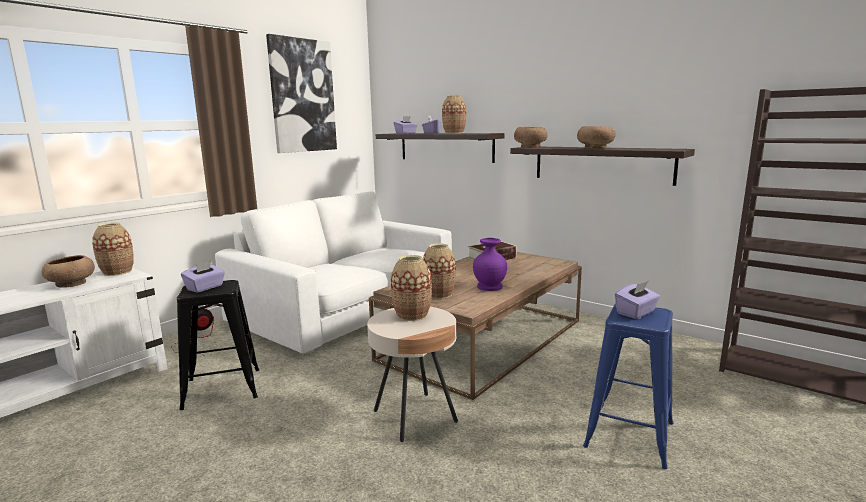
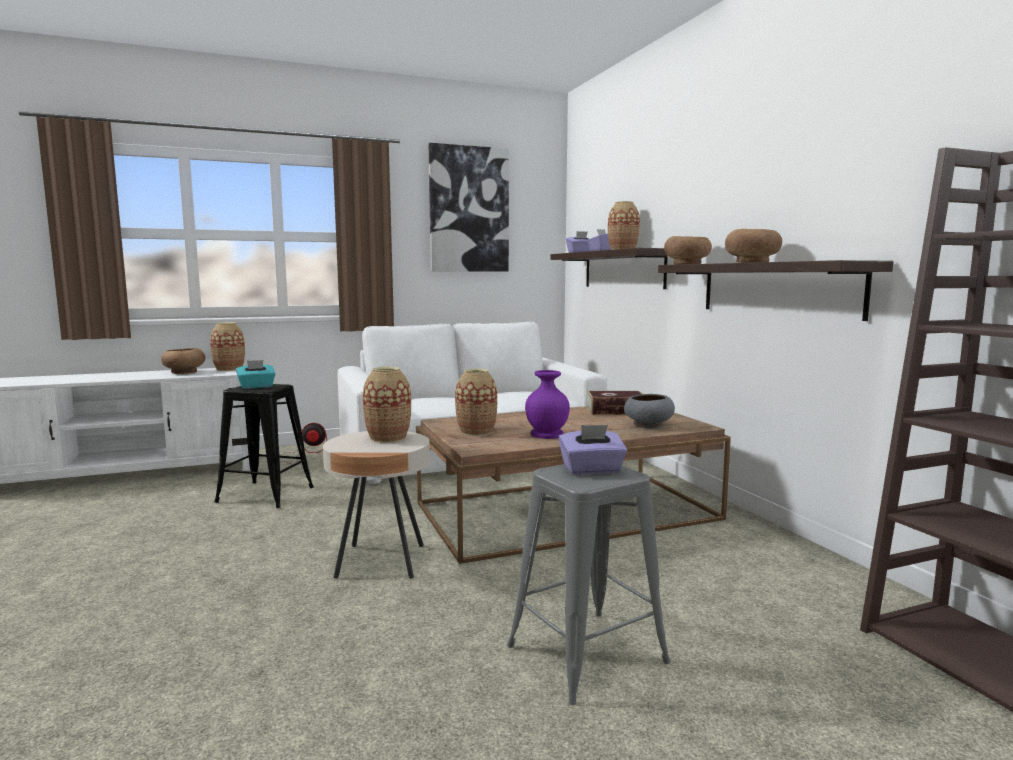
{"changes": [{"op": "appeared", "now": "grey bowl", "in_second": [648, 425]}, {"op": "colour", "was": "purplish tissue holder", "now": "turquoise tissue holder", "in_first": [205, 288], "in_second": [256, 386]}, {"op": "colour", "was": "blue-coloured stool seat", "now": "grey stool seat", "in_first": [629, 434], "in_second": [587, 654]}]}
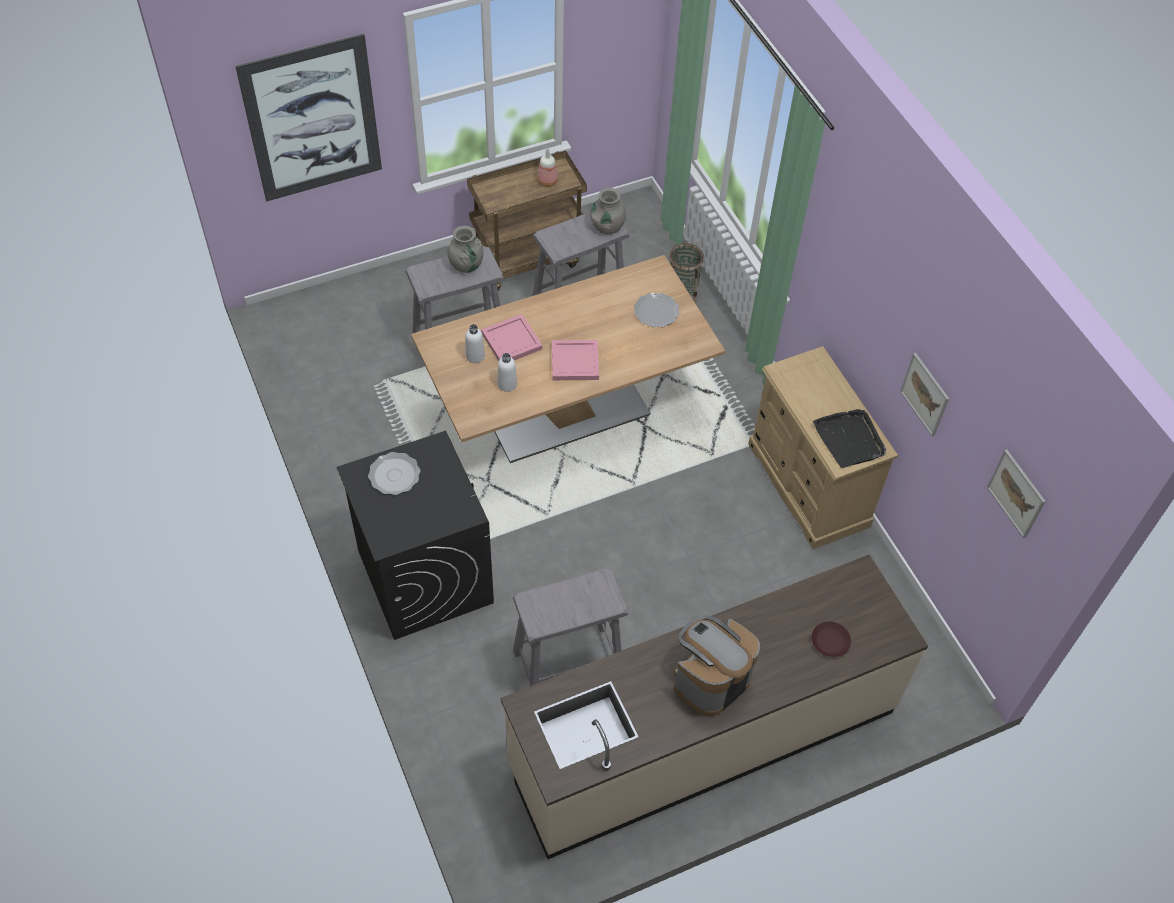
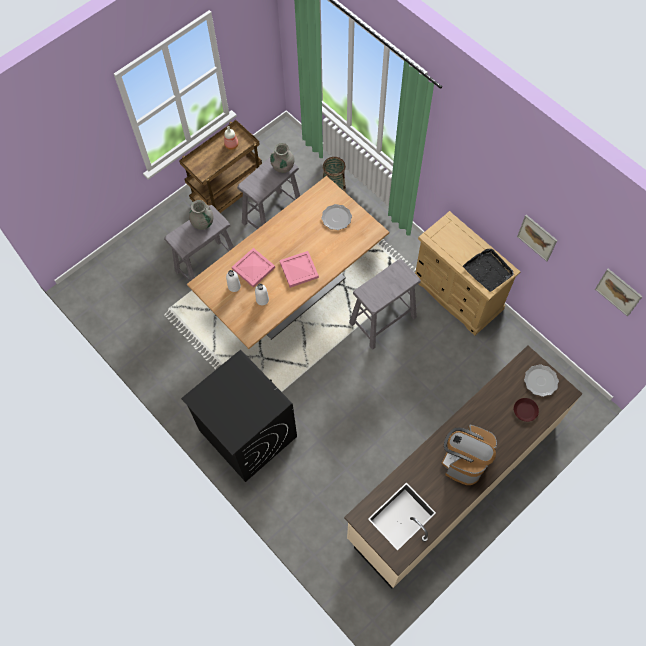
{"changes": [{"op": "missing", "was": "wall art", "in_first": [312, 120]}, {"op": "relocated", "was": "flat dish", "in_first": [394, 475], "in_second": [540, 381]}, {"op": "relocated", "was": "grey stool seat", "in_first": [567, 663], "in_second": [382, 320]}]}
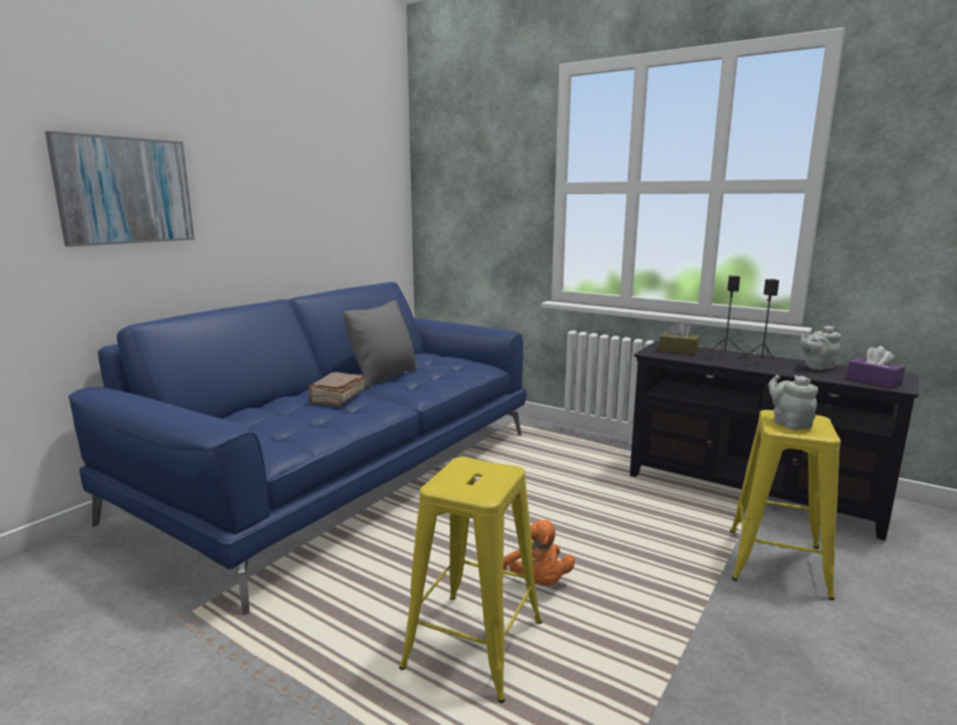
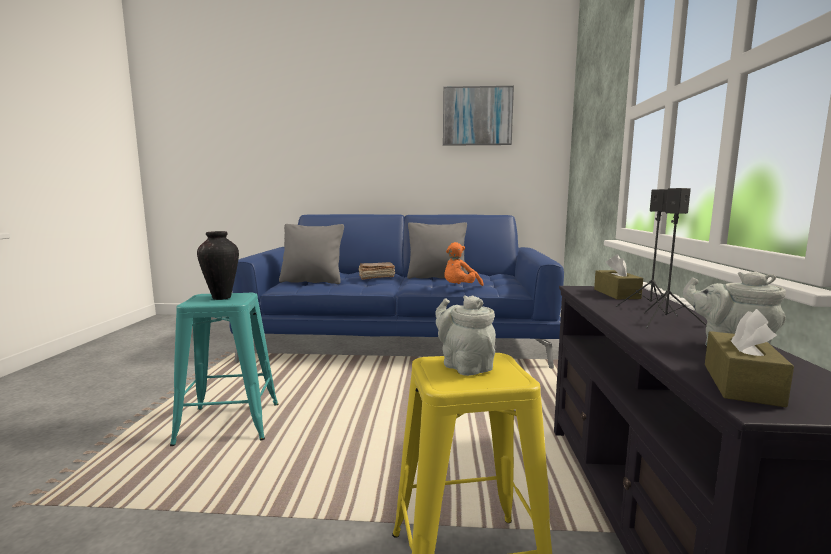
{"changes": [{"op": "appeared", "now": "flower vase", "in_second": [221, 298]}, {"op": "appeared", "now": "grey pillow", "in_second": [312, 281]}, {"op": "relocated", "was": "wall art", "in_first": [125, 191], "in_second": [477, 116]}, {"op": "relocated", "was": "orange plush toy", "in_first": [537, 583], "in_second": [459, 288]}, {"op": "colour", "was": "yellow-coloured stool seat", "now": "turquoise stool seat", "in_first": [474, 644], "in_second": [229, 423]}, {"op": "colour", "was": "purplish tissue holder", "now": "brownish tissue holder", "in_first": [873, 381], "in_second": [741, 384]}, {"op": "spun", "was": "grey tea pot", "in_first": [789, 423], "in_second": [464, 365], "clockwise": -75}]}
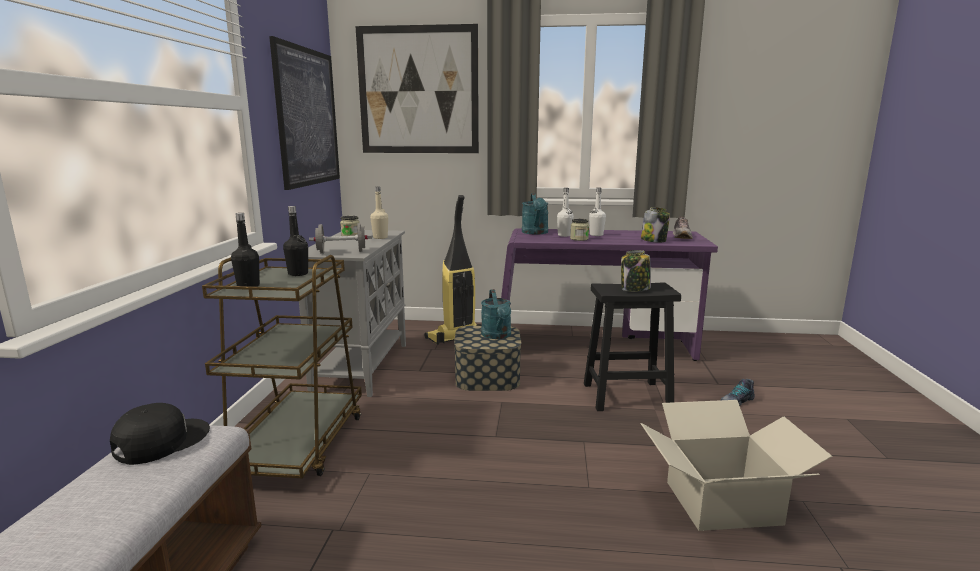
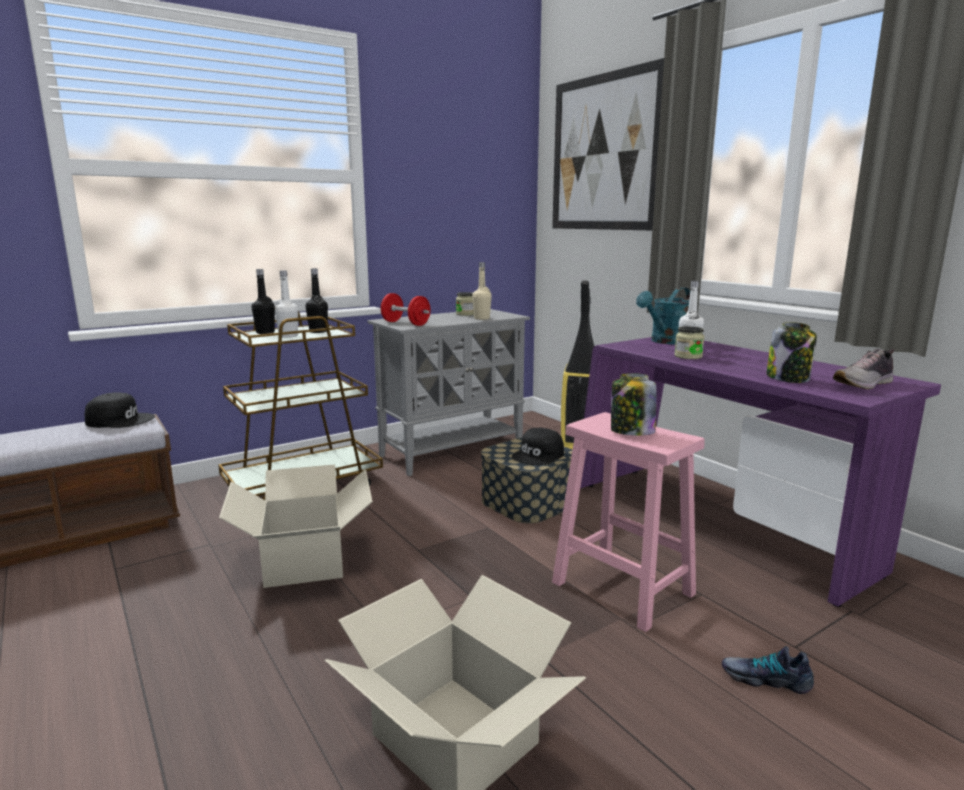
{"changes": [{"op": "missing", "was": "wall art", "in_first": [307, 117]}, {"op": "appeared", "now": "cardboard box", "in_second": [305, 560]}, {"op": "relocated", "was": "whitish beverage bottle", "in_first": [596, 235], "in_second": [288, 336]}, {"op": "exchanged", "was": "turquoise sprinkling can", "now": "black-coloured cap", "in_first": [497, 336], "in_second": [539, 455]}, {"op": "colour", "was": "grey hand weight", "now": "red hand weight", "in_first": [341, 252], "in_second": [406, 323]}, {"op": "colour", "was": "black-coloured stool seat", "now": "pink-coloured stool seat", "in_first": [625, 396], "in_second": [620, 588]}]}
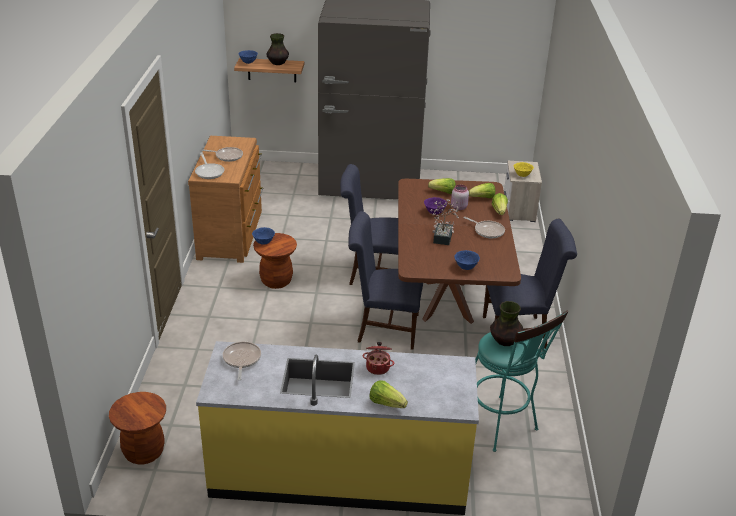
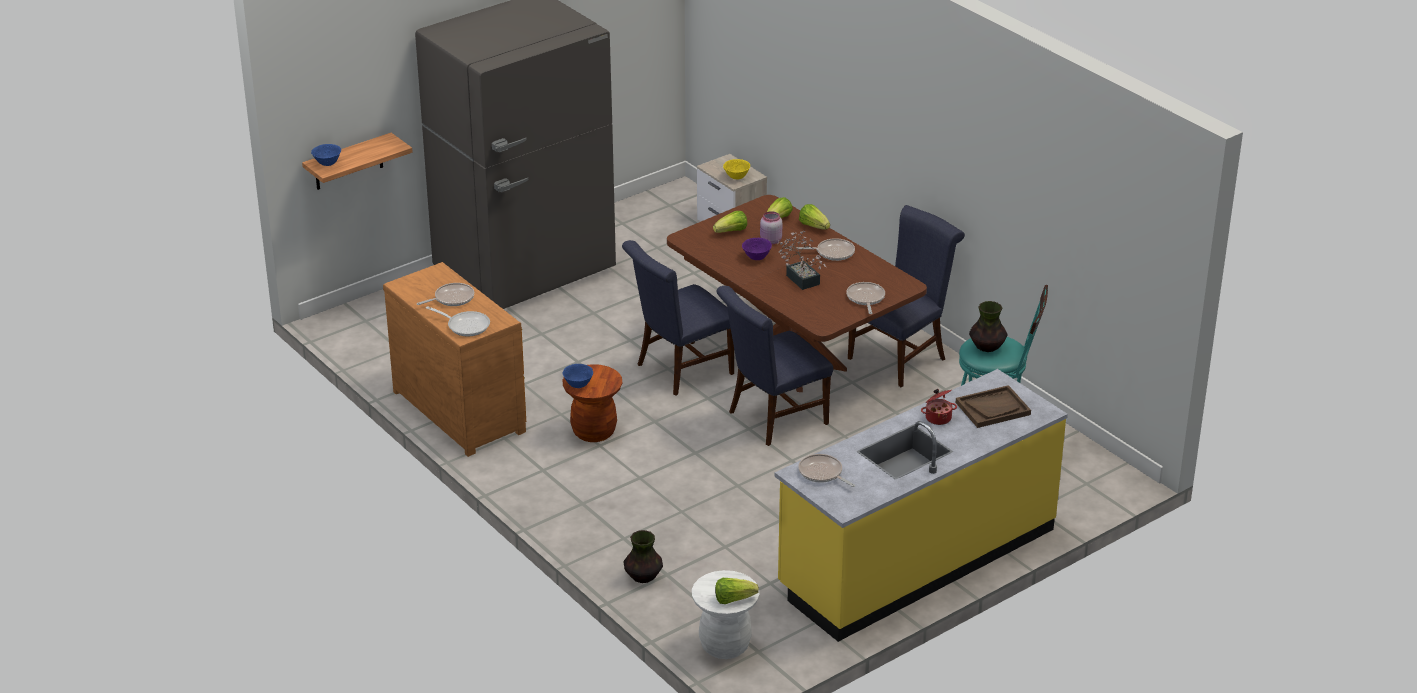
{"changes": [{"op": "appeared", "now": "brownish serving tray", "in_second": [993, 408]}, {"op": "relocated", "was": "flower vase", "in_first": [277, 63], "in_second": [643, 577]}, {"op": "relocated", "was": "lettuce", "in_first": [386, 403], "in_second": [733, 599]}, {"op": "exchanged", "was": "blue-coloured bowl", "now": "frying pan", "in_first": [465, 267], "in_second": [865, 298]}, {"op": "colour", "was": "brownish stool seat", "now": "whitish stool seat", "in_first": [144, 452], "in_second": [725, 645]}]}
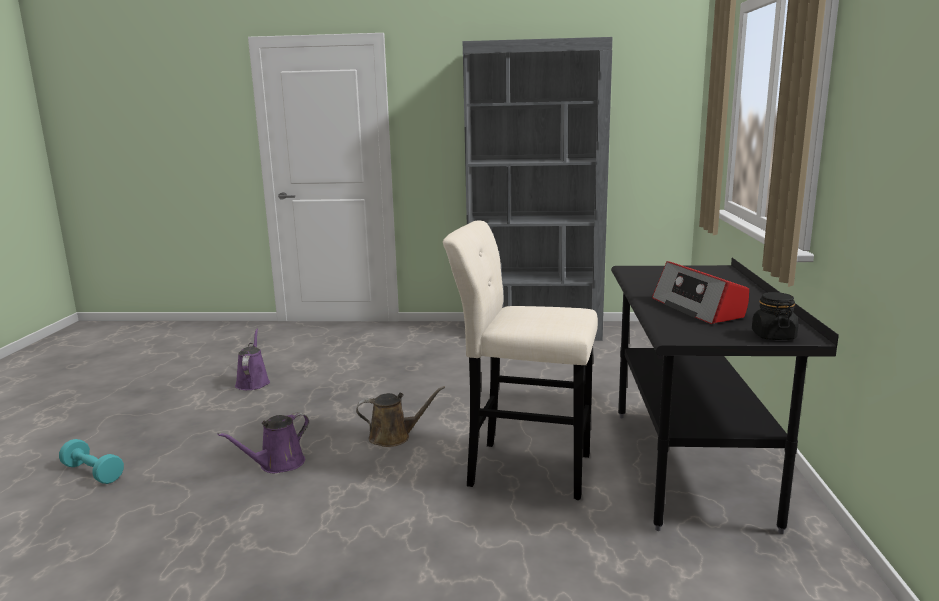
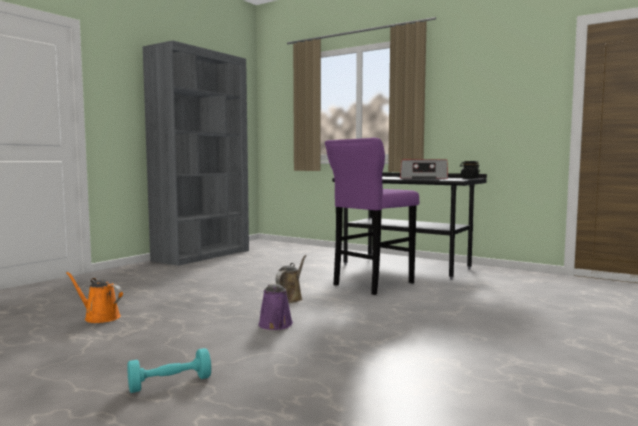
{"changes": [{"op": "colour", "was": "purplish sprinkling can", "now": "orange sprinkling can", "in_first": [253, 382], "in_second": [99, 317]}, {"op": "colour", "was": "sand-coloured stool seat", "now": "purplish stool seat", "in_first": [522, 469], "in_second": [371, 285]}]}
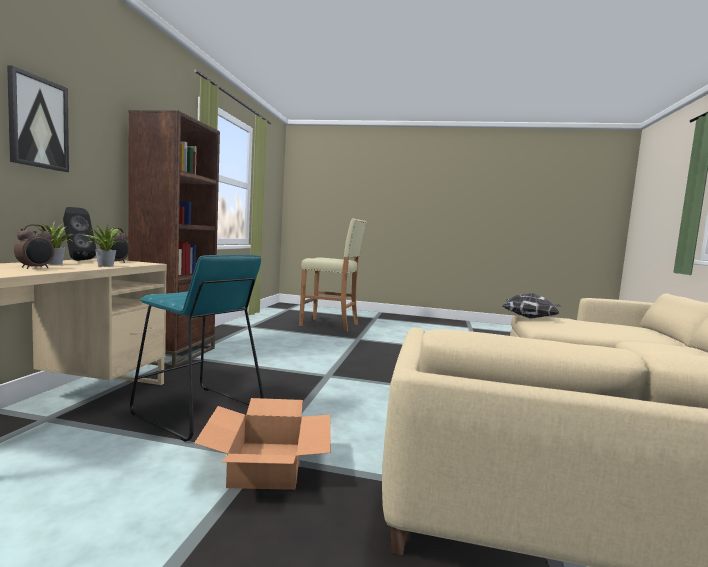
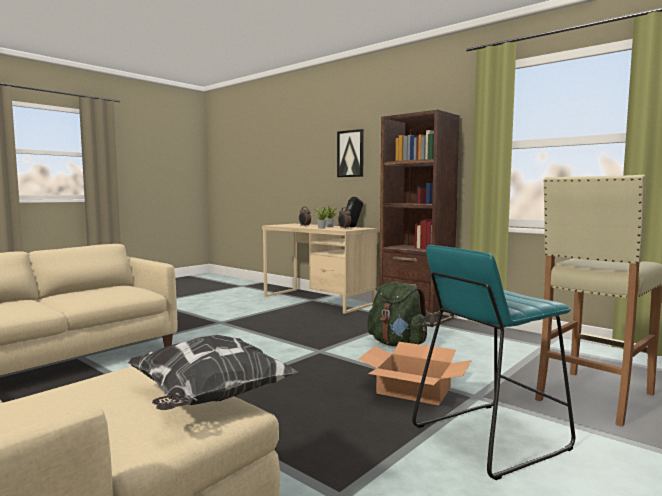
{"changes": [{"op": "appeared", "now": "green-coloured backpack", "in_second": [397, 344]}, {"op": "relocated", "was": "turquoise stool seat", "in_first": [197, 411], "in_second": [489, 437]}, {"op": "relocated", "was": "cardboard box", "in_first": [267, 464], "in_second": [414, 390]}]}
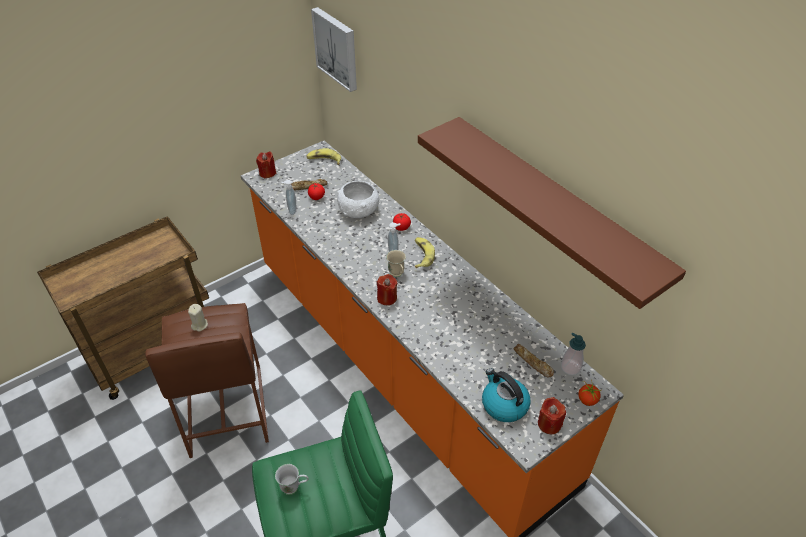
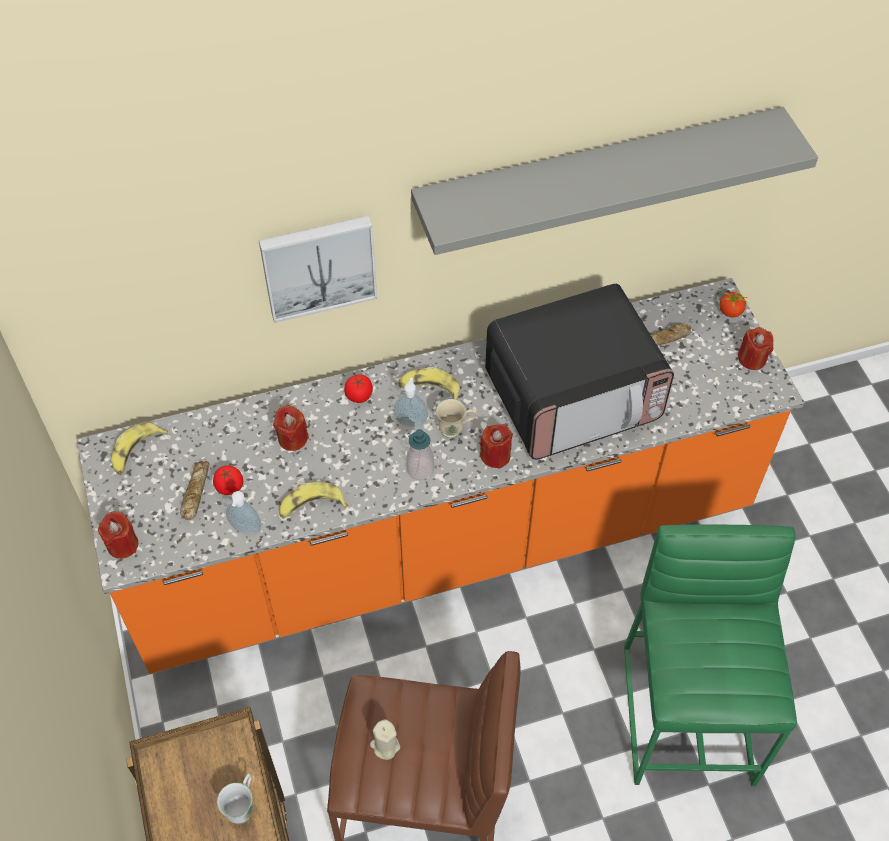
{"changes": [{"op": "missing", "was": "water kettle", "in_first": [503, 405]}, {"op": "appeared", "now": "banana", "in_second": [311, 506]}, {"op": "appeared", "now": "kitchen microwave", "in_second": [573, 397]}, {"op": "relocated", "was": "whitish tea mug", "in_first": [294, 488], "in_second": [243, 806]}, {"op": "relocated", "was": "wall art", "in_first": [337, 48], "in_second": [318, 265]}, {"op": "relocated", "was": "soap dispenser", "in_first": [570, 367], "in_second": [420, 469]}, {"op": "exchanged", "was": "whitish bowl", "now": "red wax candle", "in_first": [358, 210], "in_second": [292, 438]}, {"op": "colour", "was": "brownish shelf", "now": "grey shelf", "in_first": [554, 206], "in_second": [598, 173]}]}
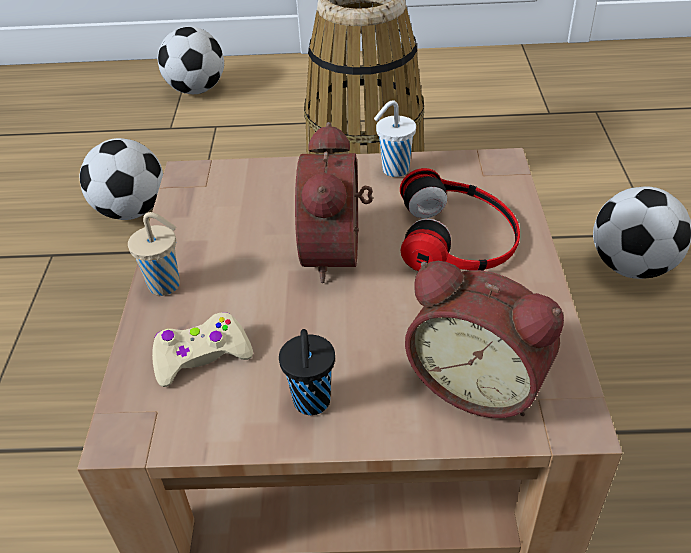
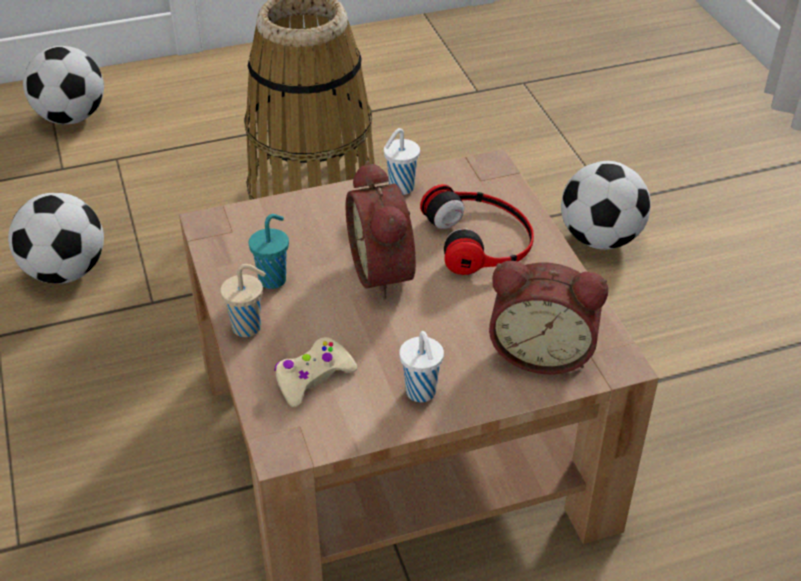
{"changes": [{"op": "appeared", "now": "turquoise cup", "in_second": [274, 279]}, {"op": "colour", "was": "black-coloured cup", "now": "whitish cup", "in_first": [312, 403], "in_second": [421, 393]}]}
